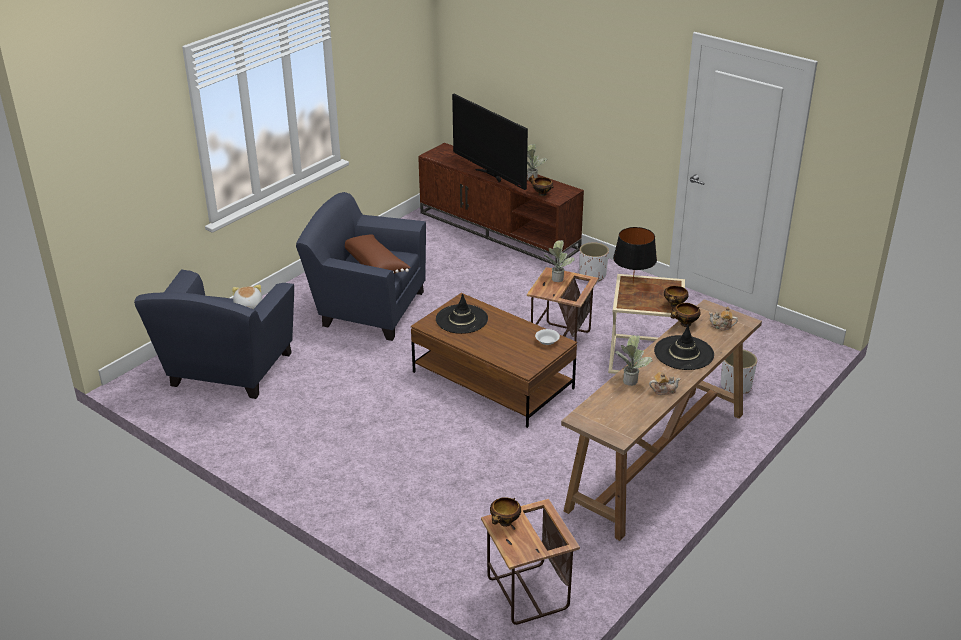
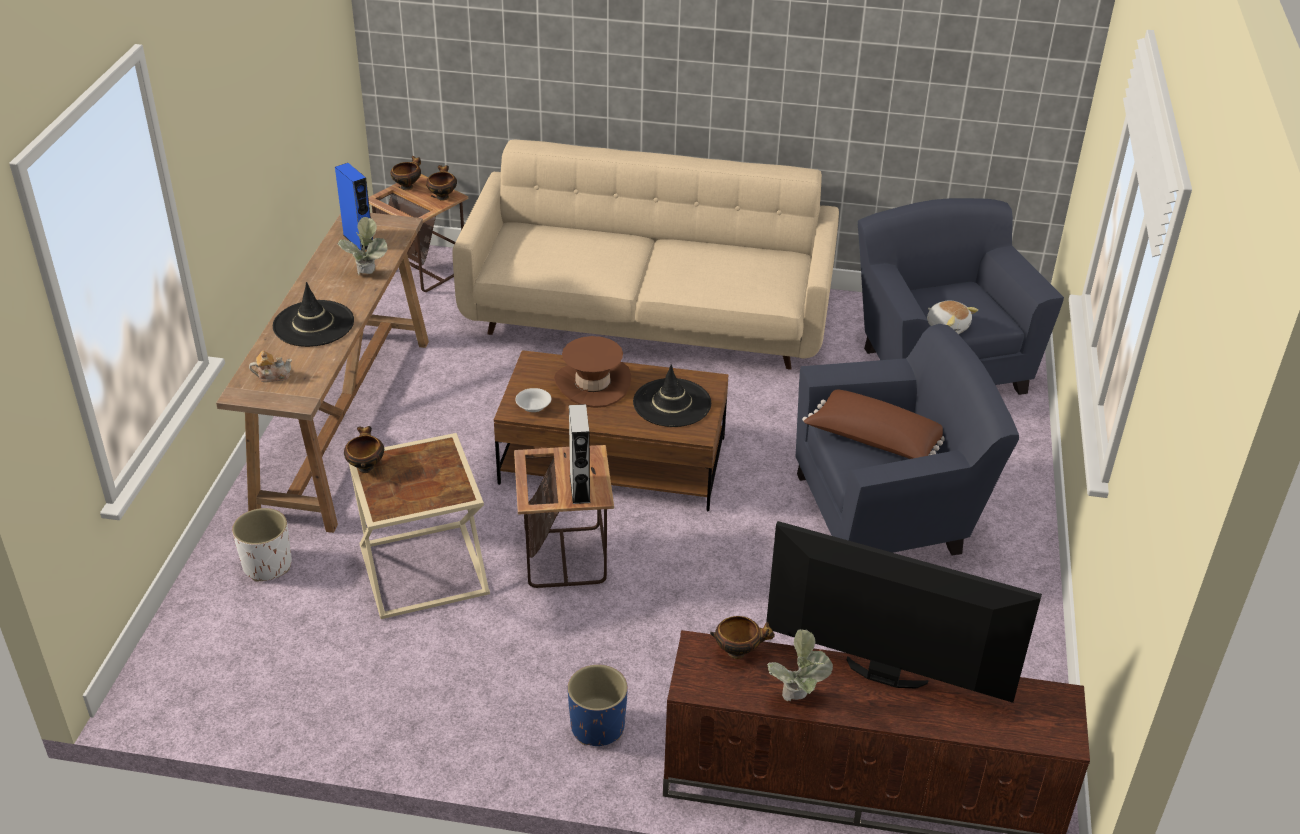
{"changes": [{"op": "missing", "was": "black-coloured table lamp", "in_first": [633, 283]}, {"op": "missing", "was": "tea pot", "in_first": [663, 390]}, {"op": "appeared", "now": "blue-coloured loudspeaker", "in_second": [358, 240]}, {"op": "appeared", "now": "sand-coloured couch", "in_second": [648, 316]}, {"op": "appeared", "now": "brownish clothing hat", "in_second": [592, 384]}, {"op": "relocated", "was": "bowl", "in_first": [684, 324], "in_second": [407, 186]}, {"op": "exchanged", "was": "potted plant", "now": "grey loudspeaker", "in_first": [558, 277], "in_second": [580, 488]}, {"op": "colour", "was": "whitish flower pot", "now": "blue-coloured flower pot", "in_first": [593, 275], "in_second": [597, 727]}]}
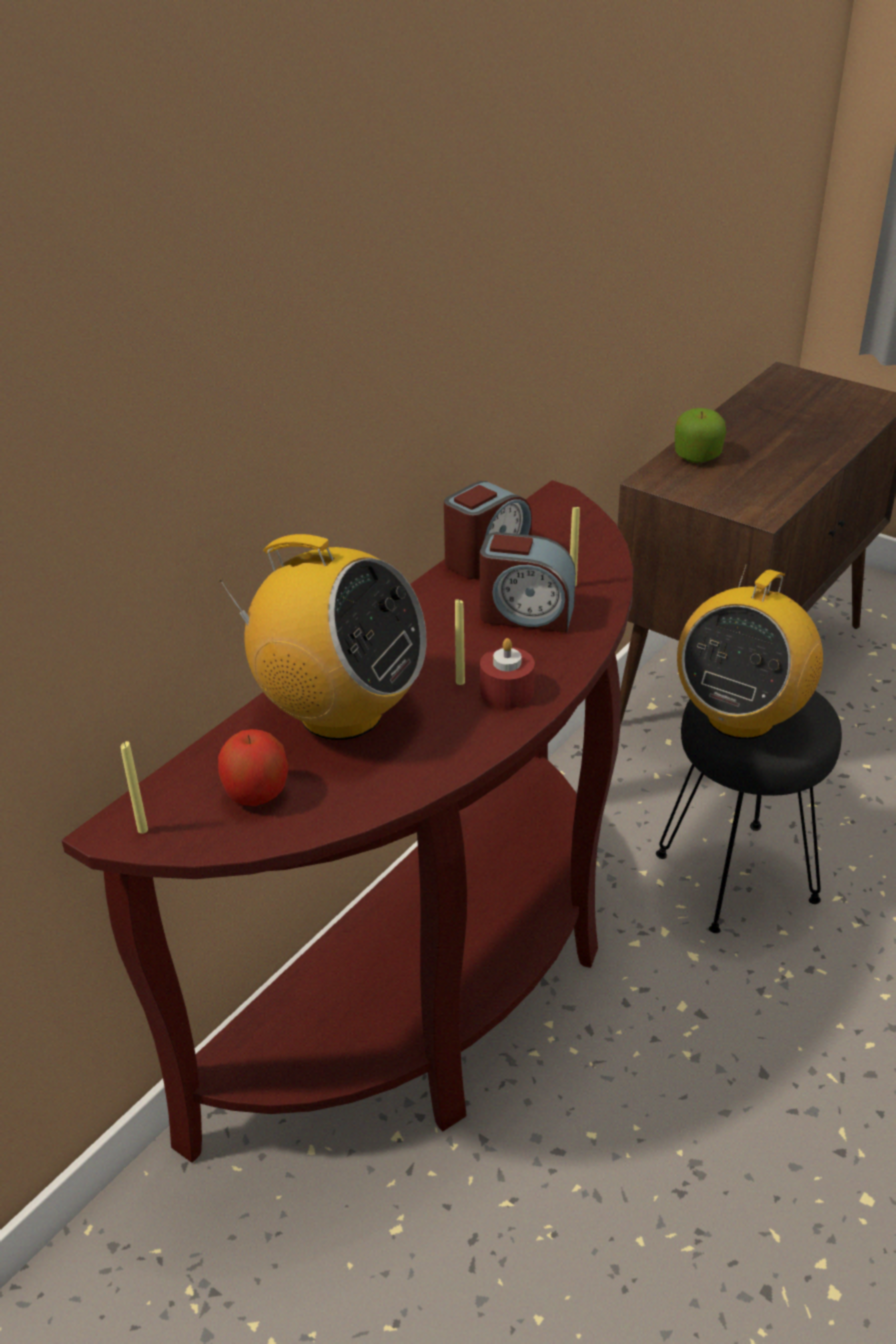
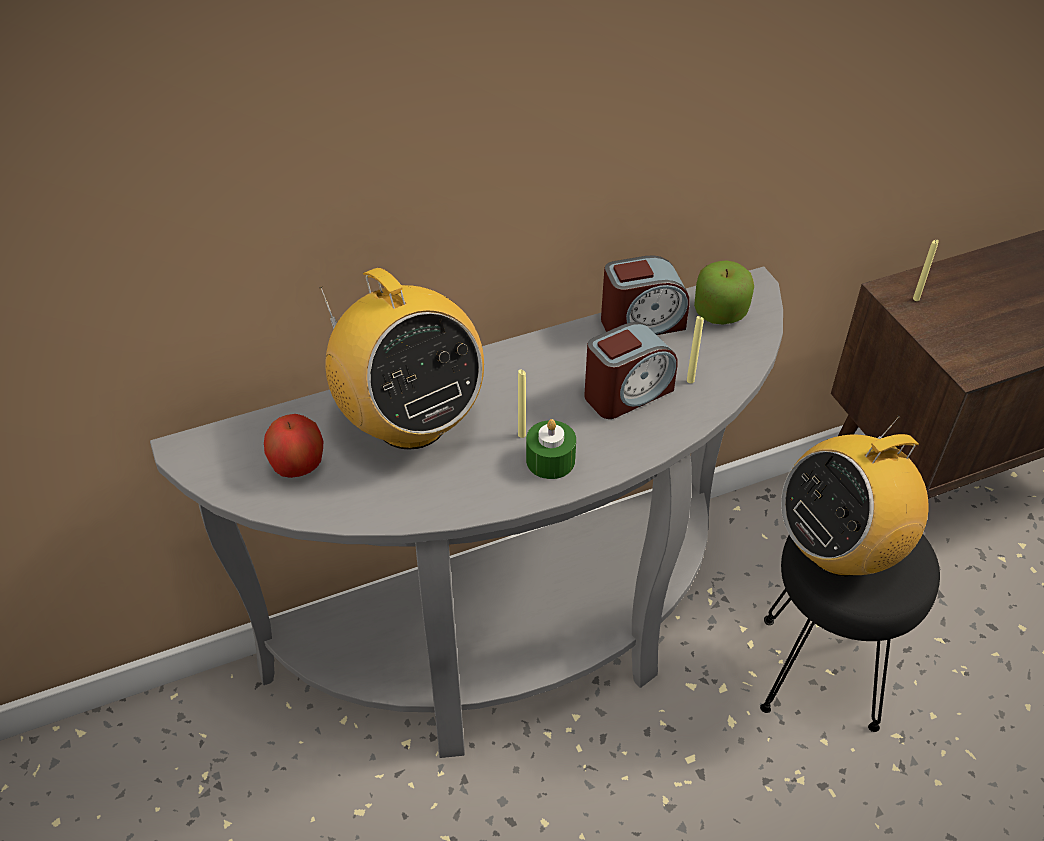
{"changes": [{"op": "relocated", "was": "yellow-coloured wax candle", "in_first": [142, 830], "in_second": [916, 299]}, {"op": "relocated", "was": "apple", "in_first": [697, 456], "in_second": [720, 312]}, {"op": "colour", "was": "brownish narrow table", "now": "grey narrow table", "in_first": [440, 987], "in_second": [516, 644]}, {"op": "colour", "was": "red wax candle", "now": "green-coloured wax candle", "in_first": [507, 691], "in_second": [550, 460]}, {"op": "spun", "was": "table clock", "in_first": [526, 614], "in_second": [627, 393], "clockwise": -75}]}
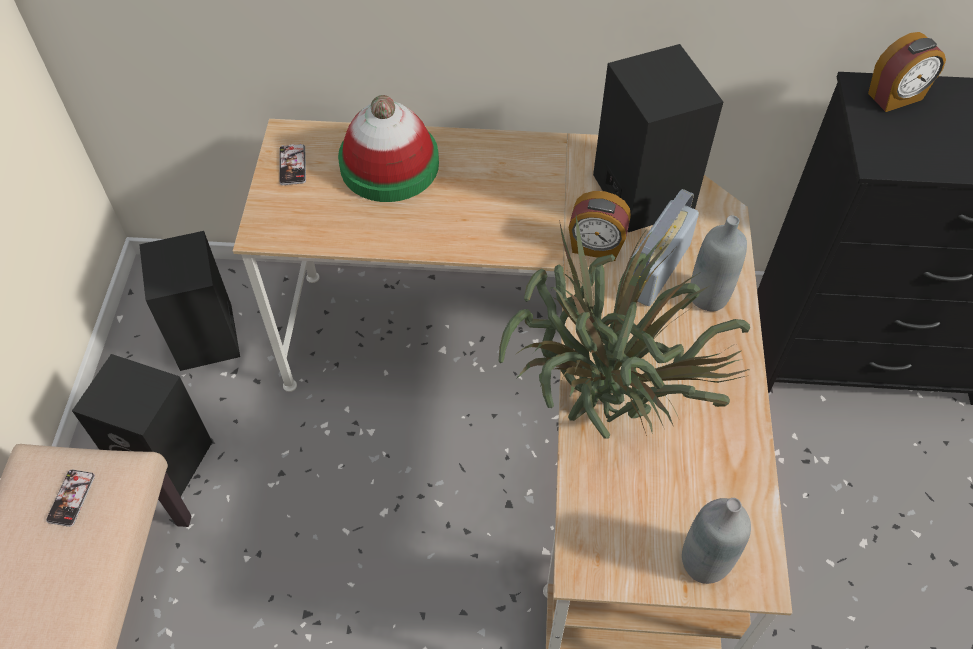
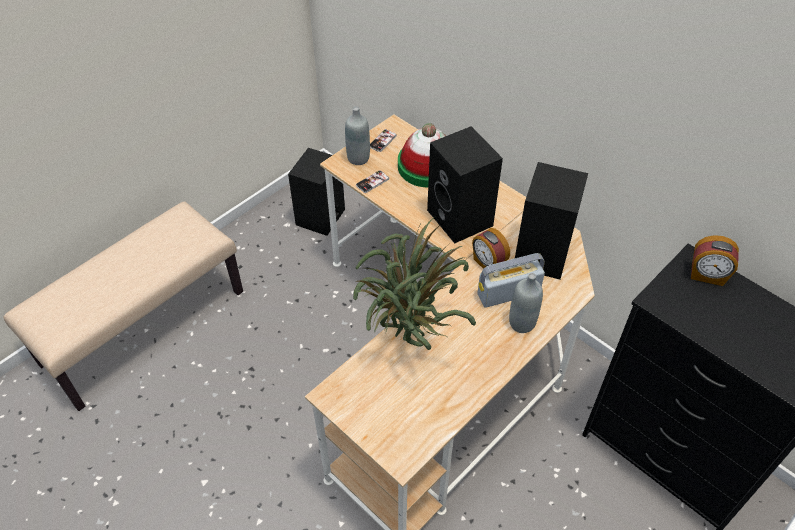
{"changes": [{"op": "relocated", "was": "handset", "in_first": [71, 498], "in_second": [372, 182]}, {"op": "relocated", "was": "black-coloured loudspeaker", "in_first": [168, 457], "in_second": [461, 218]}, {"op": "relocated", "was": "grey beverage bottle", "in_first": [704, 562], "in_second": [358, 158]}]}
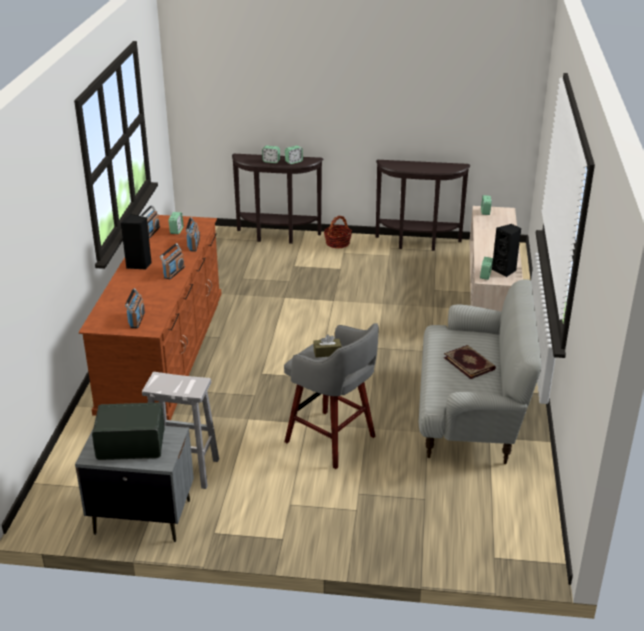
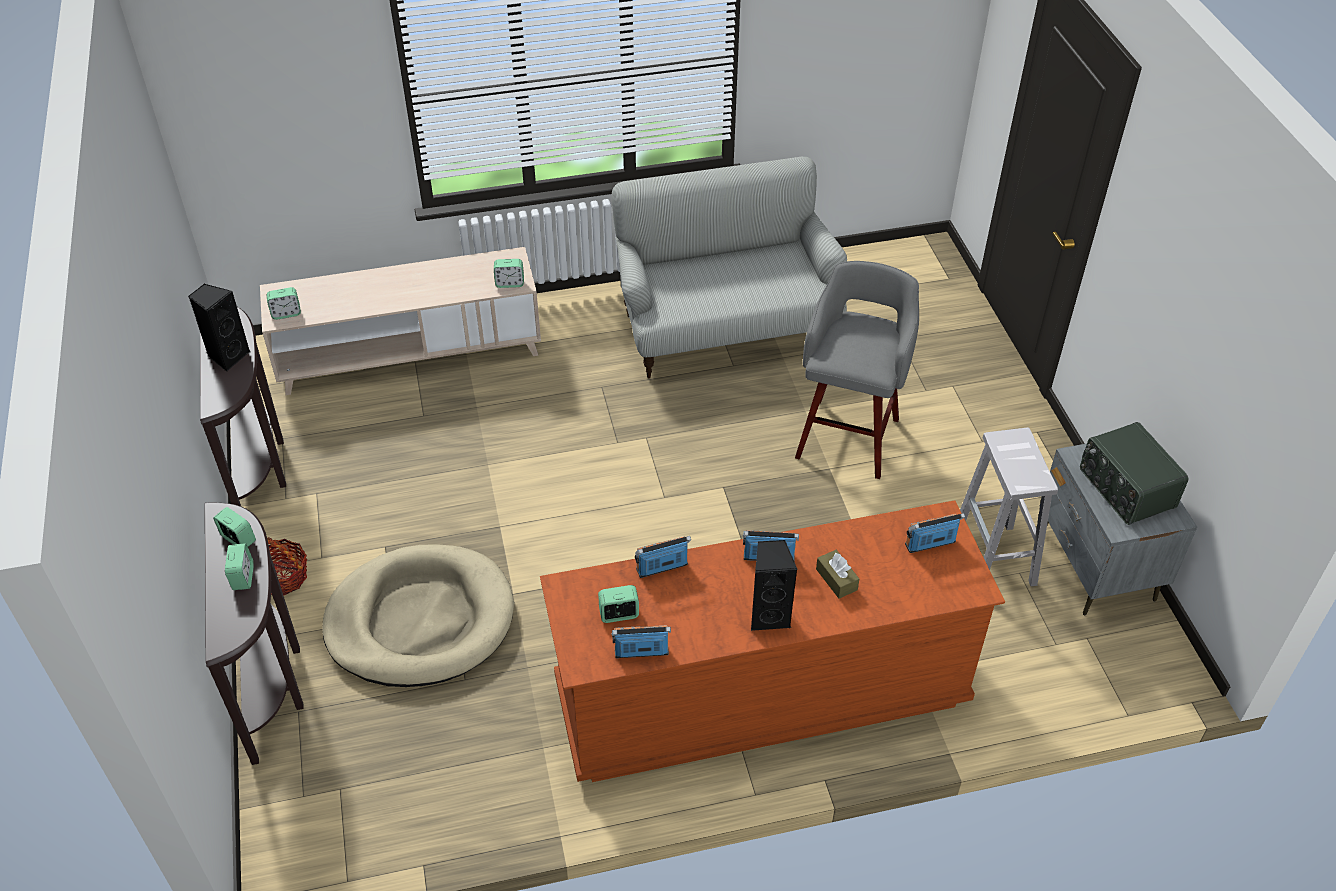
{"changes": [{"op": "missing", "was": "bound book", "in_first": [469, 363]}, {"op": "appeared", "now": "sand-coloured pet bed", "in_second": [420, 621]}, {"op": "relocated", "was": "brownish tissue holder", "in_first": [327, 352], "in_second": [836, 579]}, {"op": "relocated", "was": "black-coloured loudspeaker", "in_first": [505, 271], "in_second": [228, 356]}]}
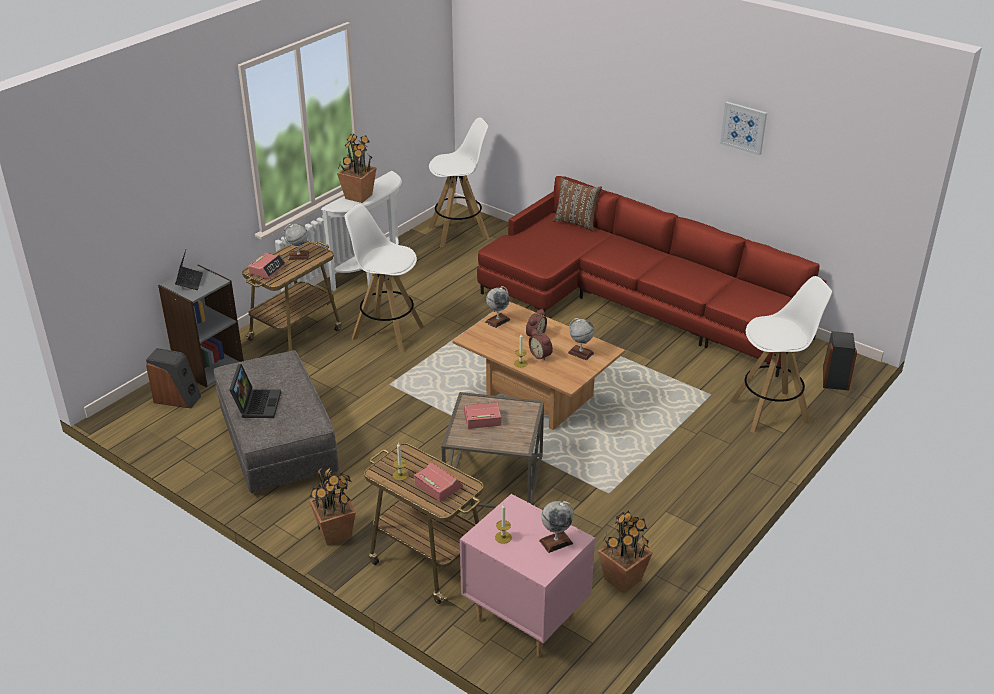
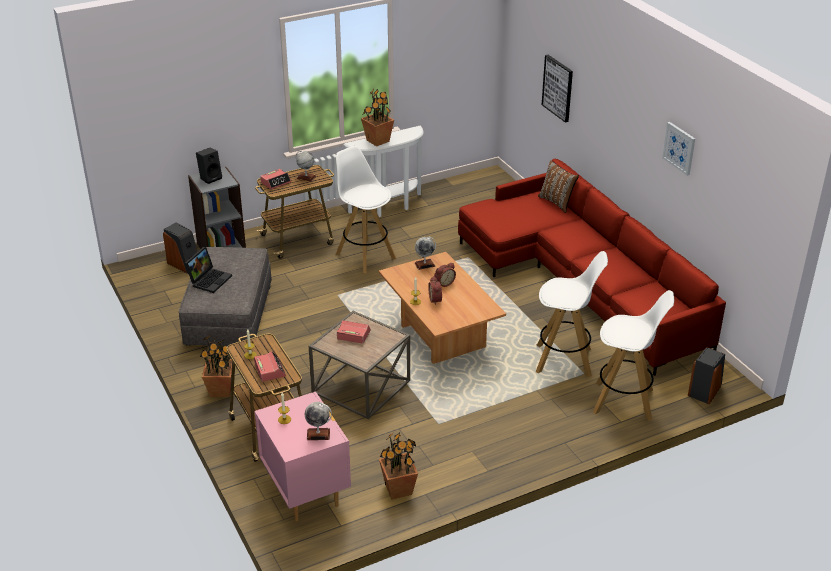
{"changes": [{"op": "missing", "was": "world globe", "in_first": [580, 353]}, {"op": "appeared", "now": "wall art", "in_second": [558, 88]}, {"op": "relocated", "was": "whitish stool seat", "in_first": [459, 233], "in_second": [564, 361]}, {"op": "exchanged", "was": "laptop", "now": "black-coloured loudspeaker", "in_first": [189, 281], "in_second": [210, 178]}]}
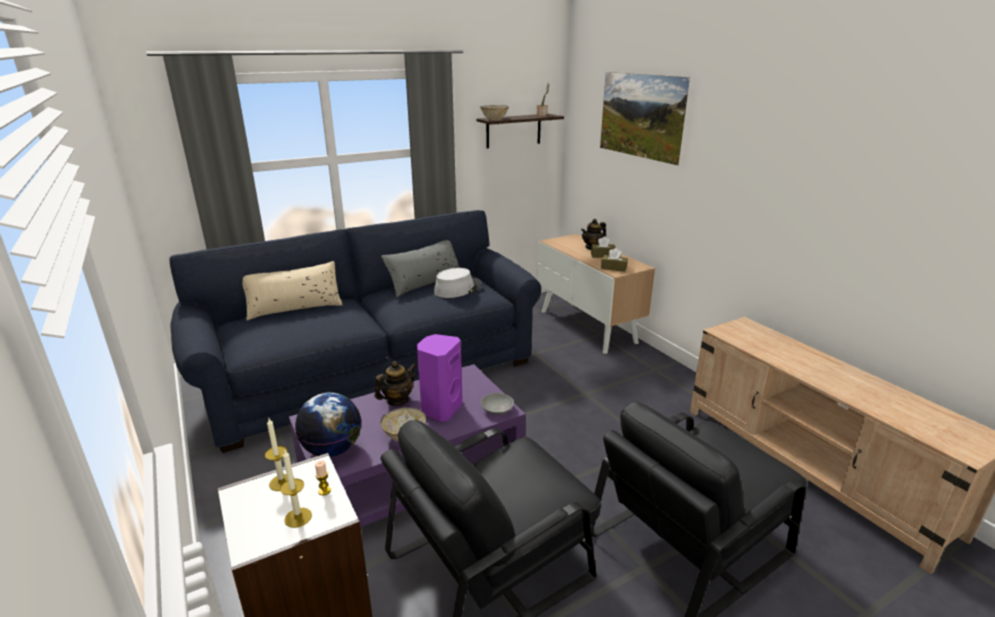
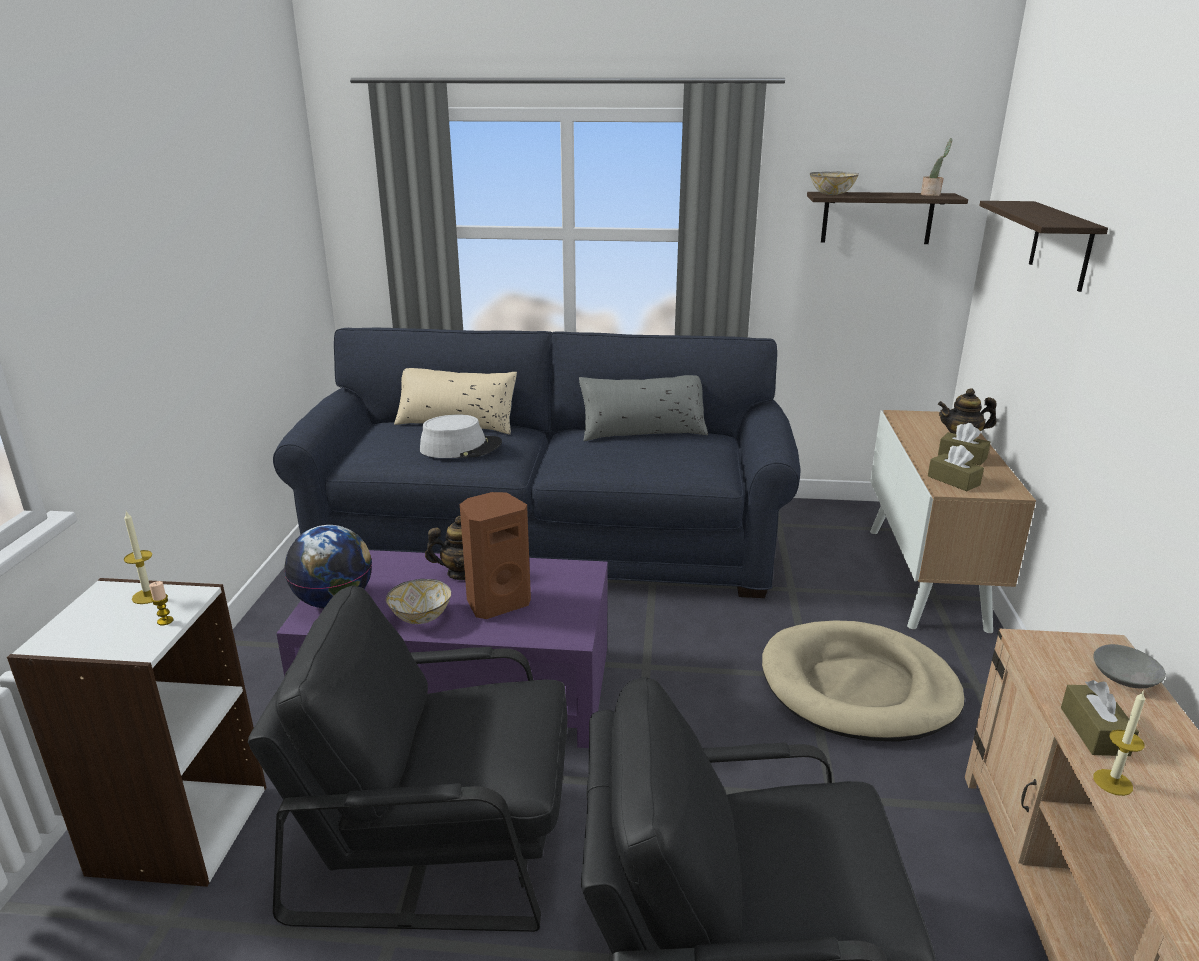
{"changes": [{"op": "appeared", "now": "sand-coloured pet bed", "in_second": [858, 687]}, {"op": "appeared", "now": "brownish tissue holder", "in_second": [1094, 731]}, {"op": "relocated", "was": "wax candle", "in_first": [298, 517], "in_second": [1113, 782]}, {"op": "relocated", "was": "grey clothing hat", "in_first": [458, 289], "in_second": [461, 447]}, {"op": "relocated", "was": "grey bowl", "in_first": [497, 409], "in_second": [1125, 677]}, {"op": "exchanged", "was": "wall art", "now": "shelf", "in_first": [638, 136], "in_second": [1061, 245]}, {"op": "colour", "was": "purplish loudspeaker", "now": "brownish loudspeaker", "in_first": [440, 409], "in_second": [496, 602]}]}
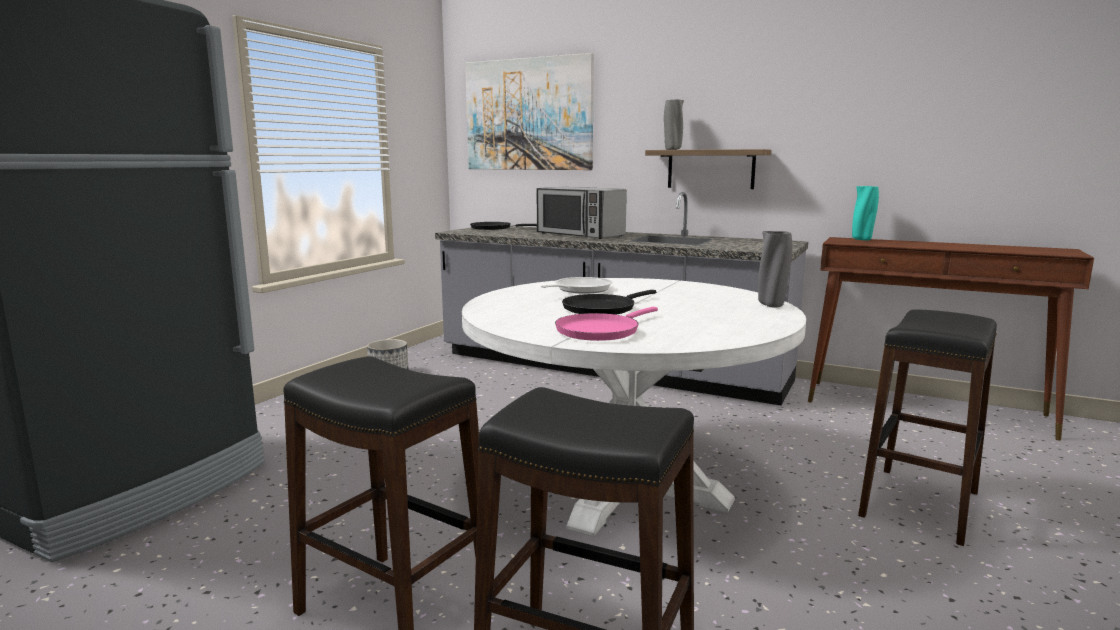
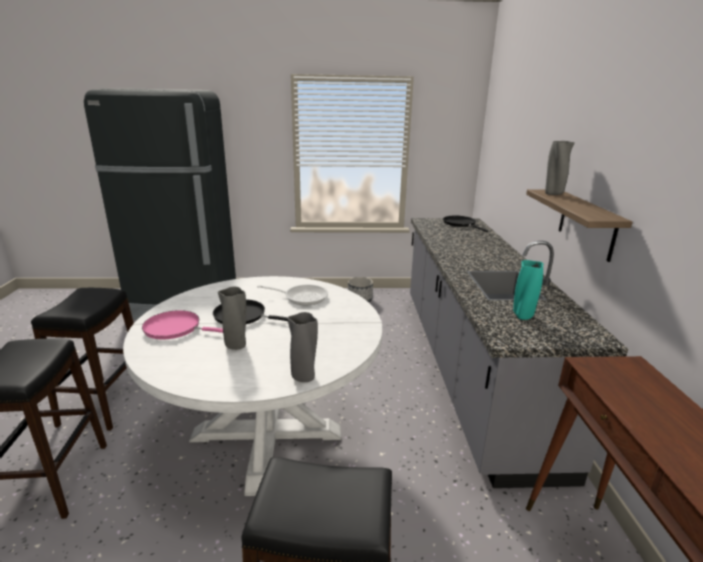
{"changes": [{"op": "missing", "was": "wall art", "in_first": [528, 115]}, {"op": "missing", "was": "kitchen microwave", "in_first": [580, 234]}, {"op": "appeared", "now": "grey flower vase", "in_second": [237, 345]}, {"op": "relocated", "was": "turquoise flower vase", "in_first": [862, 239], "in_second": [523, 316]}]}
